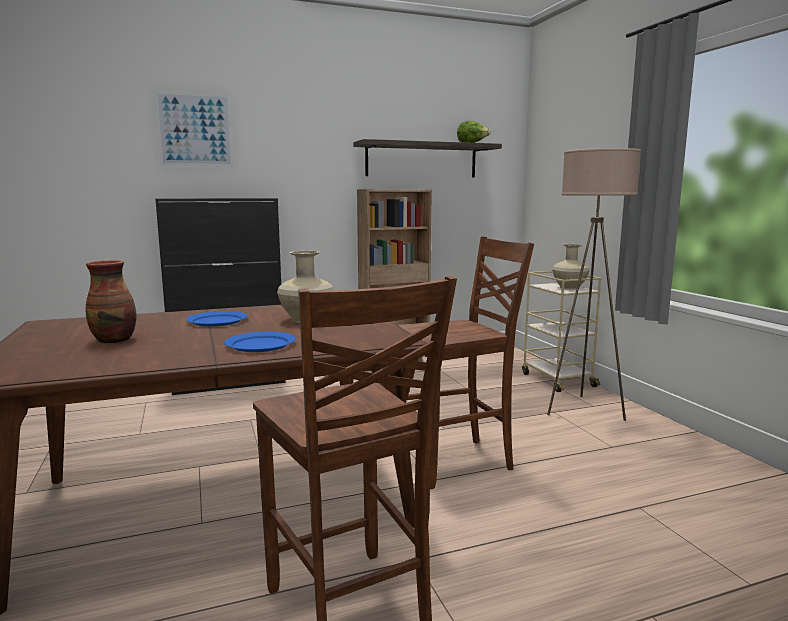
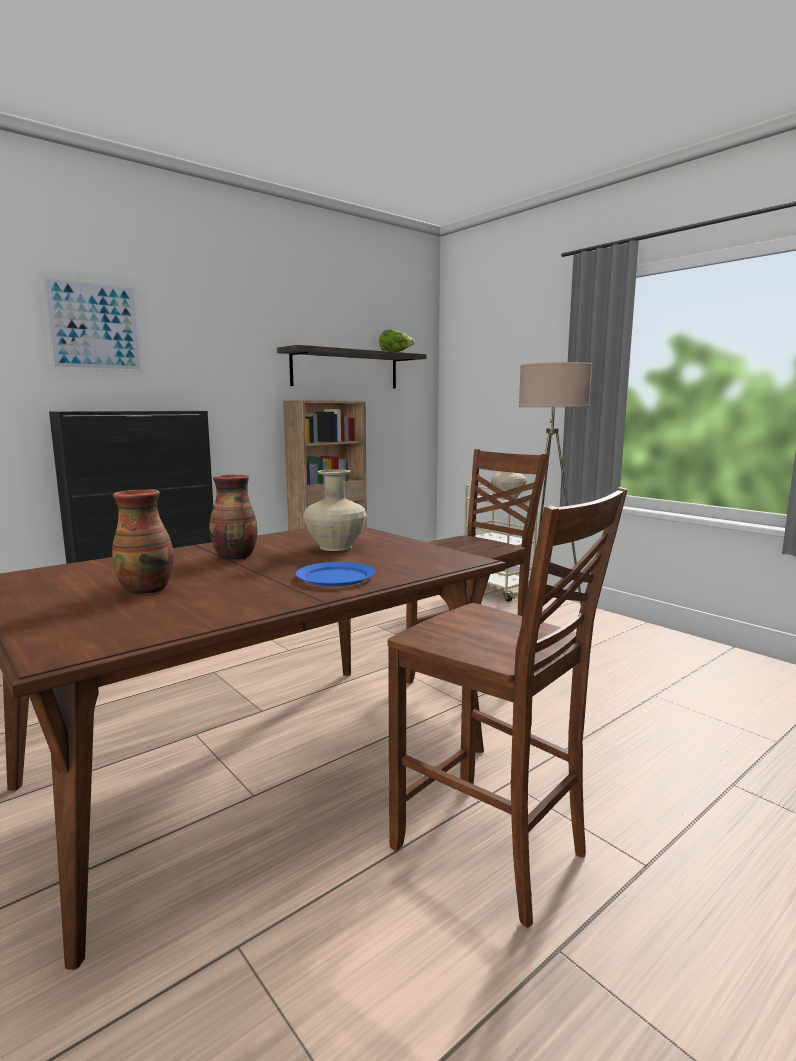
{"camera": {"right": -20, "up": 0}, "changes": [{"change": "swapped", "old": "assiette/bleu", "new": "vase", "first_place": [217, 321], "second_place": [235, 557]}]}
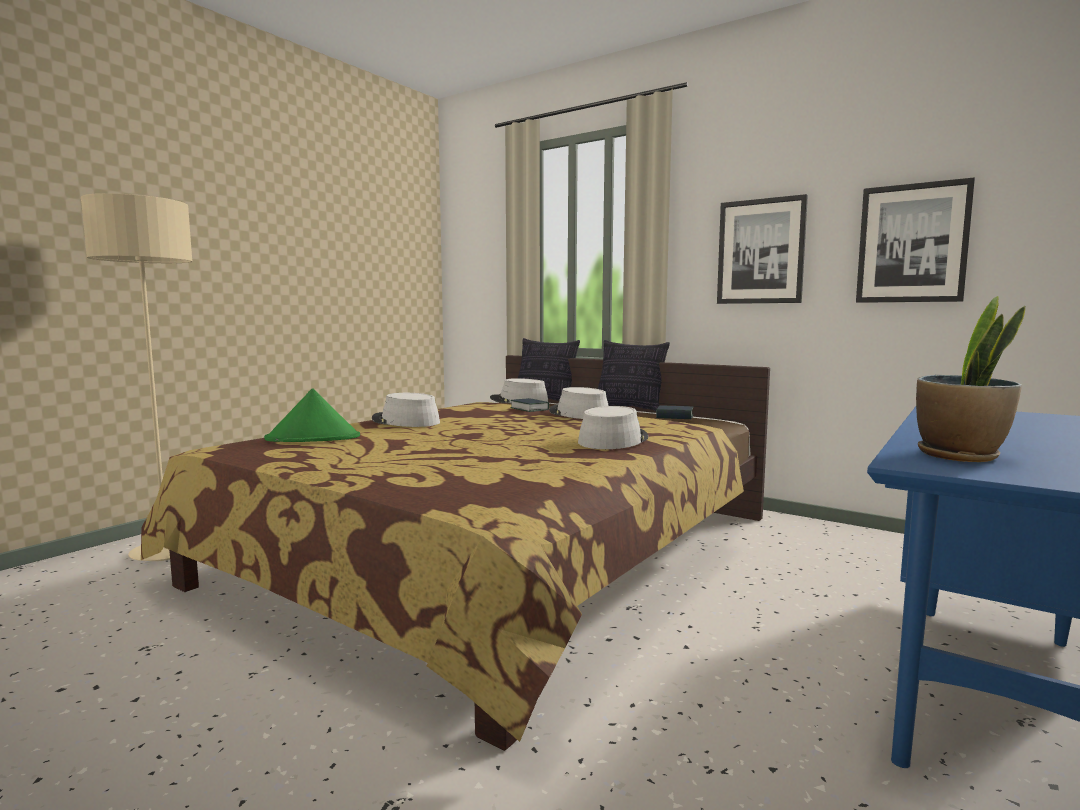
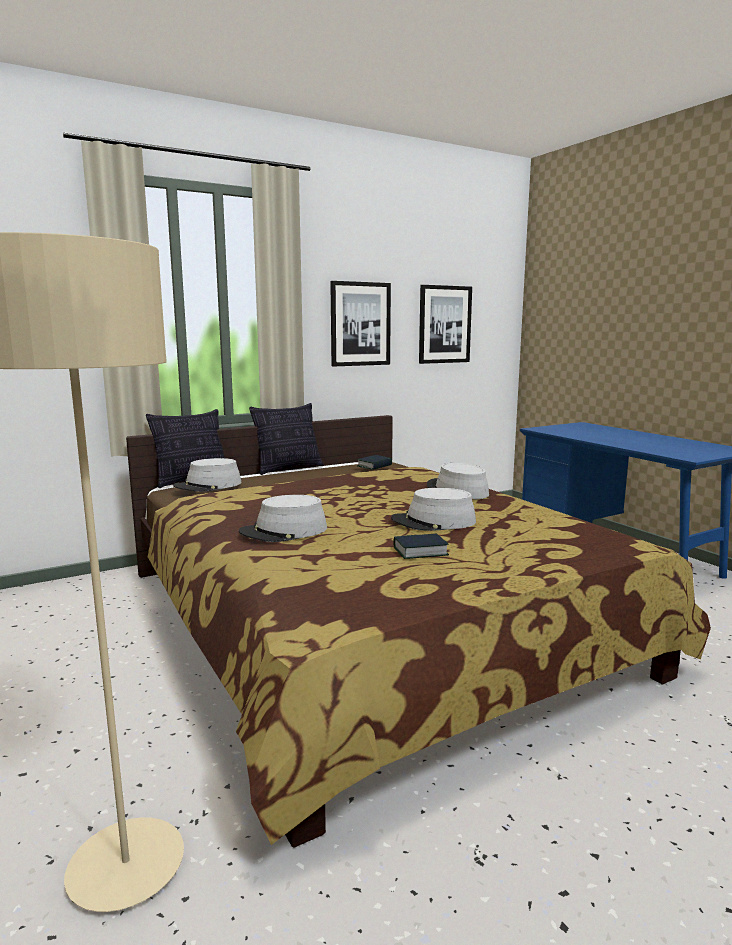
{"camera": {"right": -65, "up": 5}, "changes": [{"change": "shifted", "old": "chapeau/gris", "first_place": [578, 414], "second_place": [433, 522]}, {"change": "shifted", "old": "livre", "first_place": [529, 409], "second_place": [420, 551]}, {"change": "gone", "old": "chapeau/vert", "first_place": [313, 438]}, {"change": "gone", "old": "plante en pot", "first_place": [960, 455]}]}
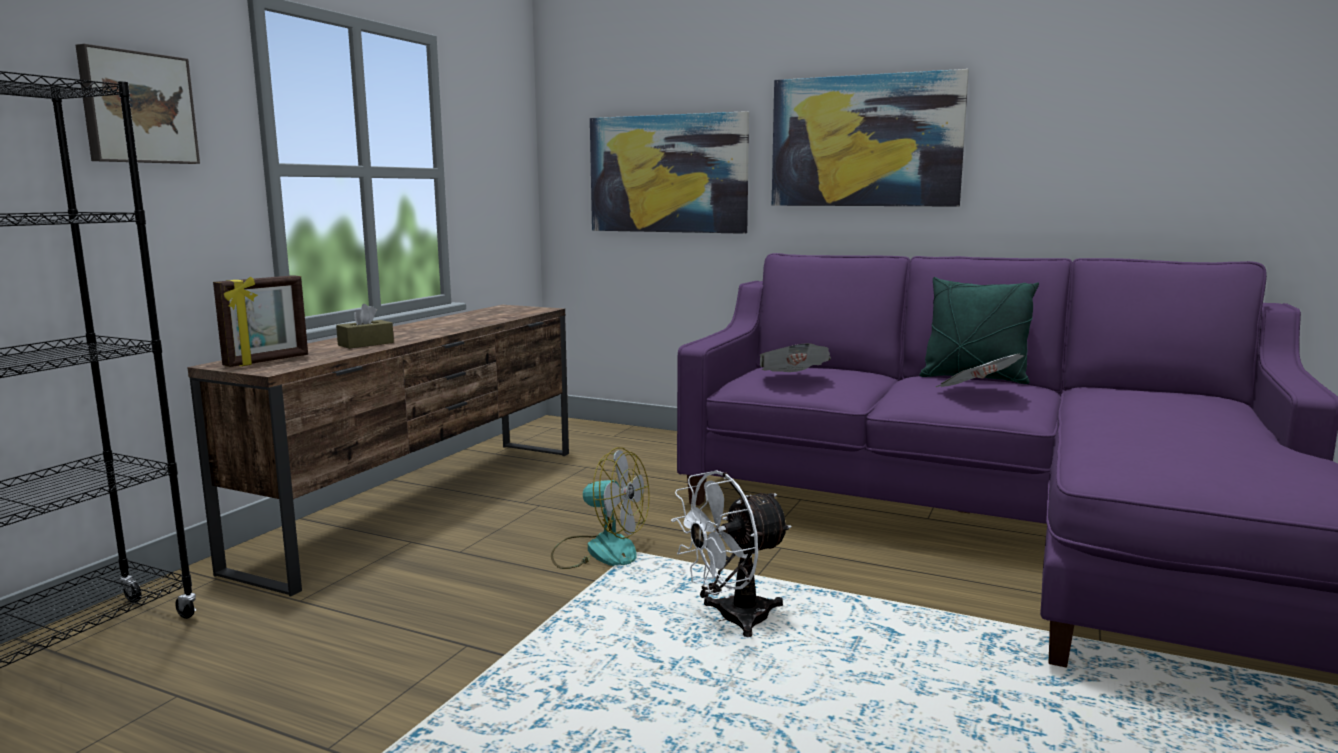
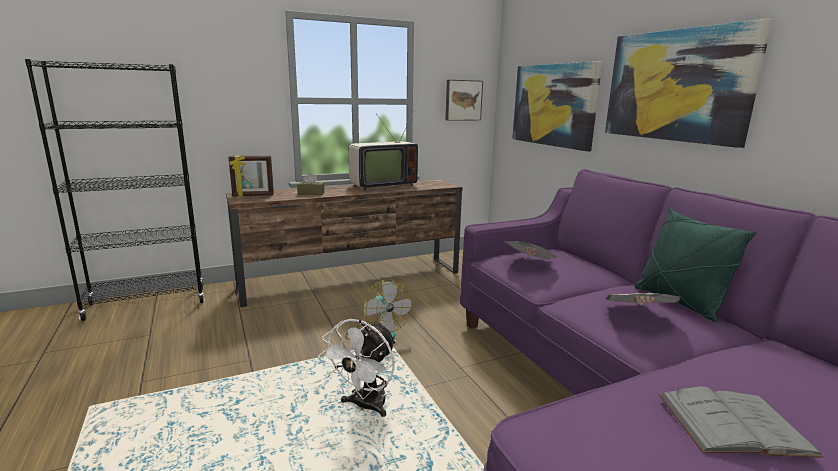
{"camera": {"right": 40, "up": 5}, "changes": [{"change": "rotated", "old": "ventilateur/blanc", "first_place": [731, 619], "second_place": [365, 406], "degrees": -75}, {"change": "new", "new": "téléviseur", "second_place": [381, 186]}, {"change": "shifted", "old": "tableau", "first_place": [137, 108], "second_place": [463, 100]}, {"change": "new", "new": "livre/gris", "second_place": [733, 423]}]}
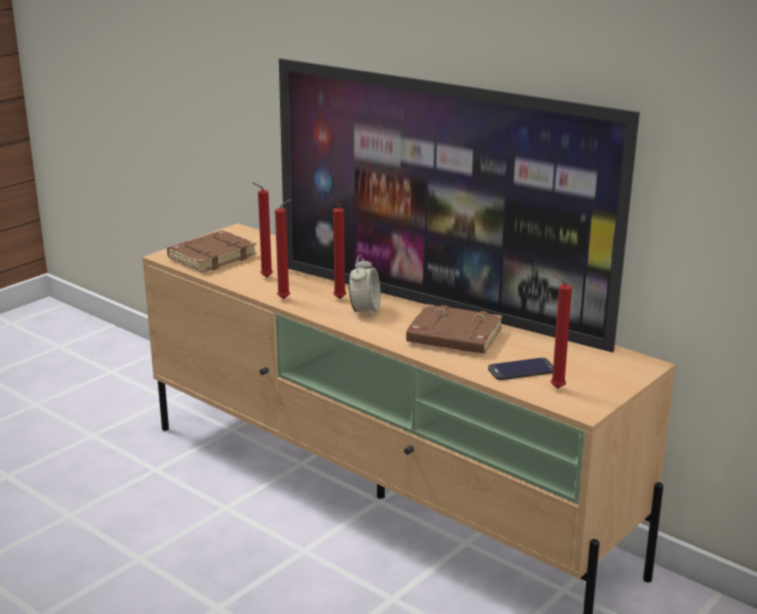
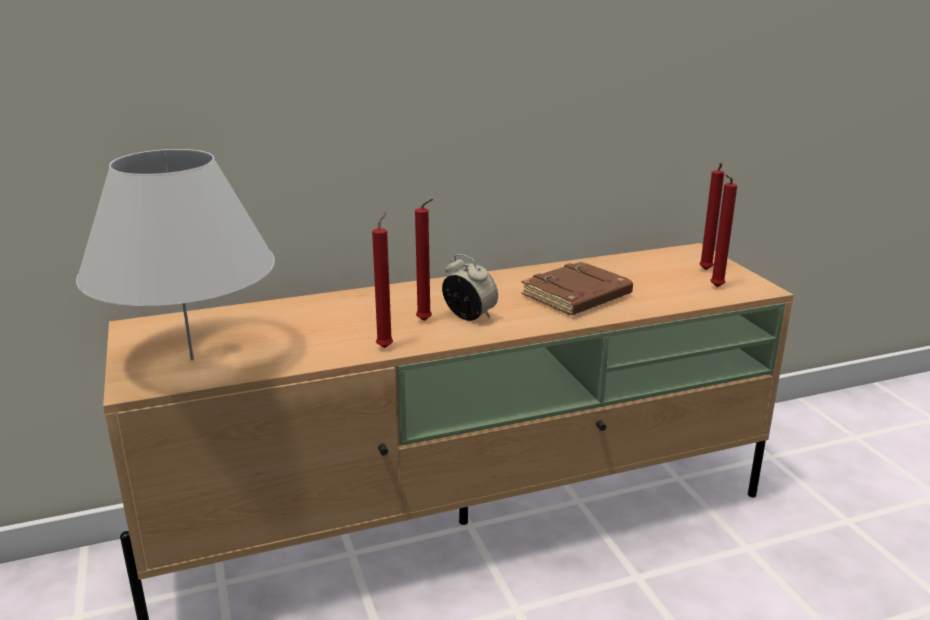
{"camera": {"right": -60, "up": 0}, "changes": [{"change": "swapped", "old": "livre/marron", "new": "lampe de table/blanc", "first_place": [212, 257], "second_place": [192, 359]}, {"change": "shifted", "old": "bougie/rouge", "first_place": [264, 277], "second_place": [705, 271]}, {"change": "gone", "old": "téléviseur", "first_place": [440, 305]}, {"change": "gone", "old": "téléphone", "first_place": [521, 370]}]}
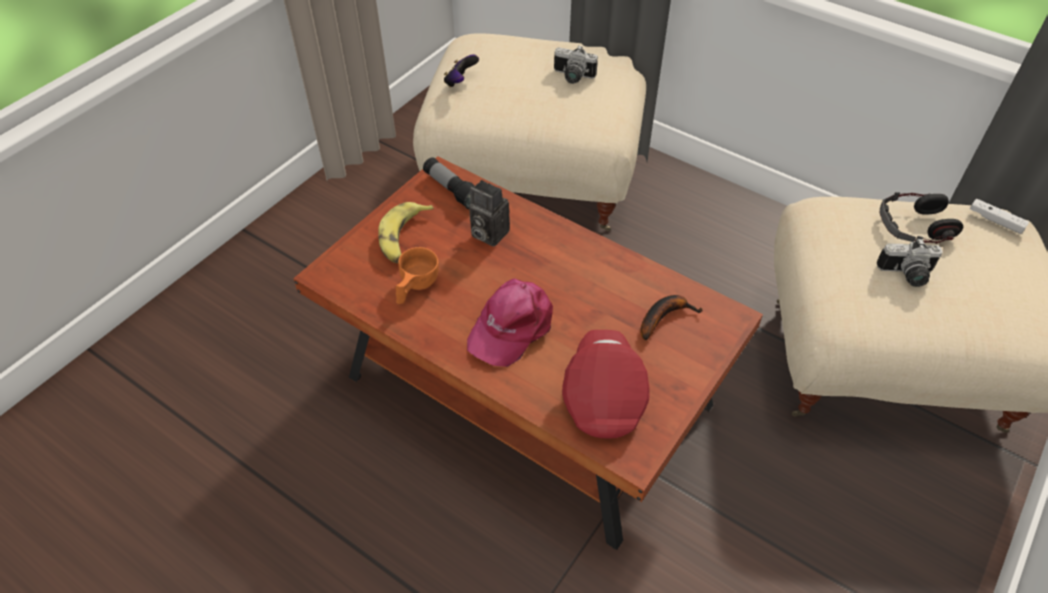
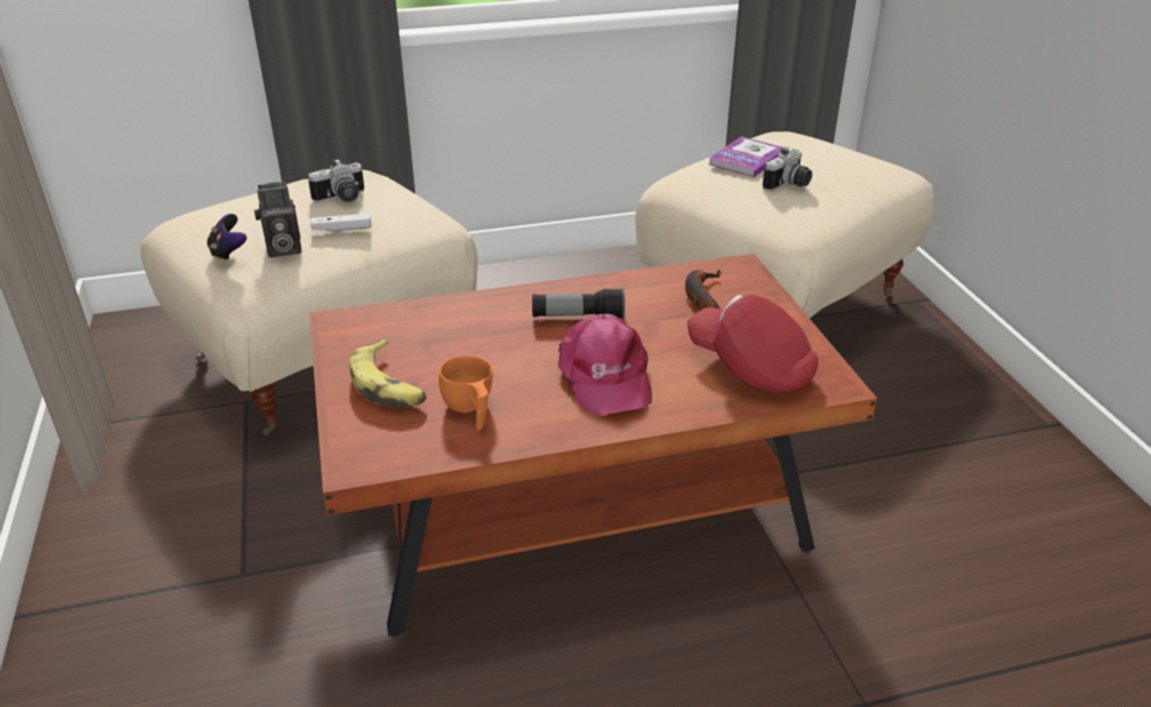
{"camera": {"right": -50, "up": -15}, "changes": [{"change": "shifted", "old": "appareil photo", "first_place": [487, 233], "second_place": [282, 250]}, {"change": "shifted", "old": "manette/blanc", "first_place": [995, 221], "second_place": [342, 229]}, {"change": "shifted", "old": "lampe de poche", "first_place": [452, 190], "second_place": [578, 317]}, {"change": "swapped", "old": "casque audio", "new": "livre", "first_place": [914, 226], "second_place": [747, 159]}]}
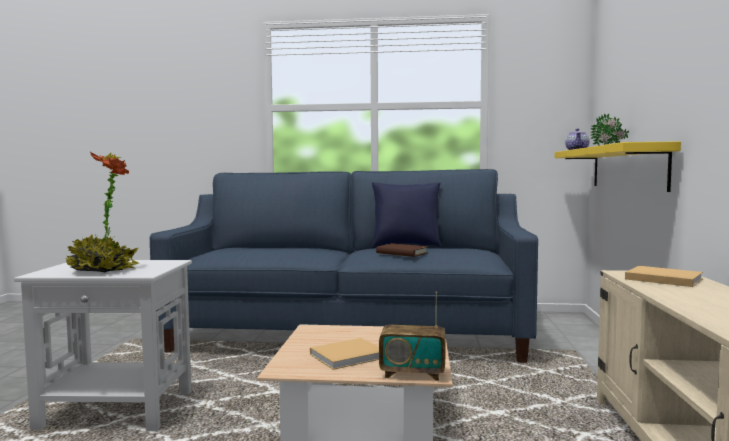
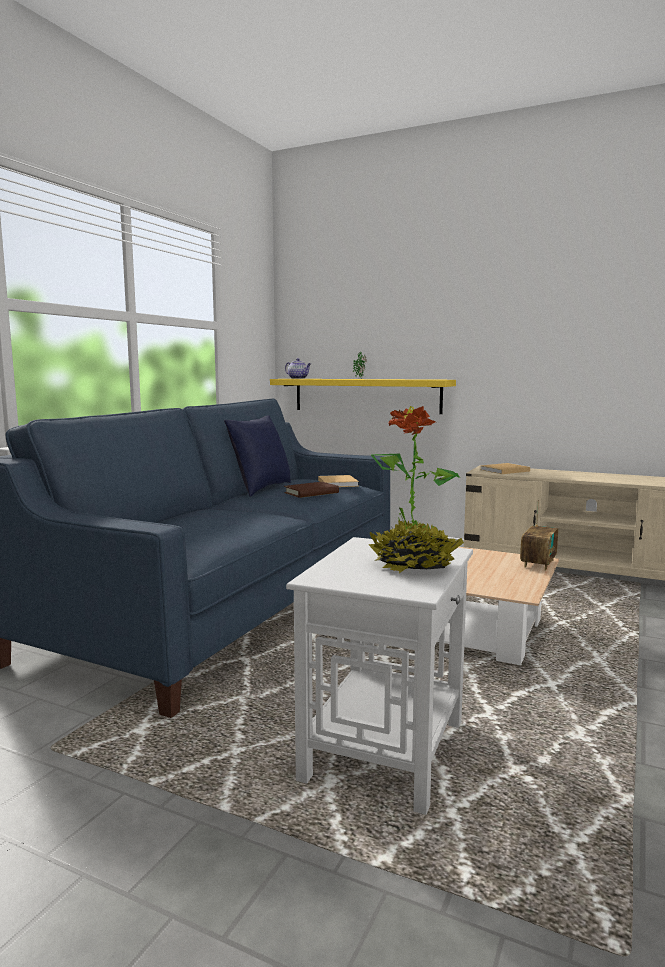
{"camera": {"right": -70, "up": 5}, "changes": [{"change": "shifted", "old": "livre/beige", "first_place": [350, 356], "second_place": [337, 483]}]}
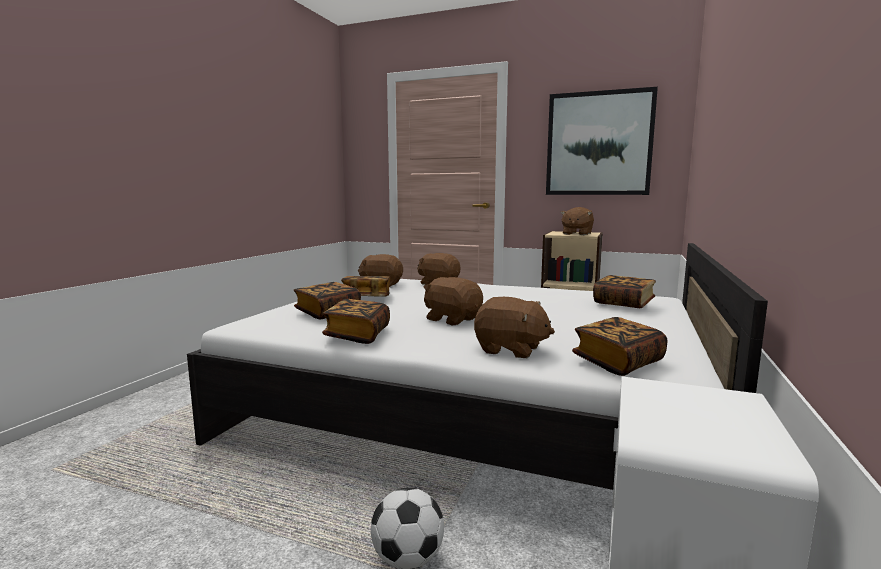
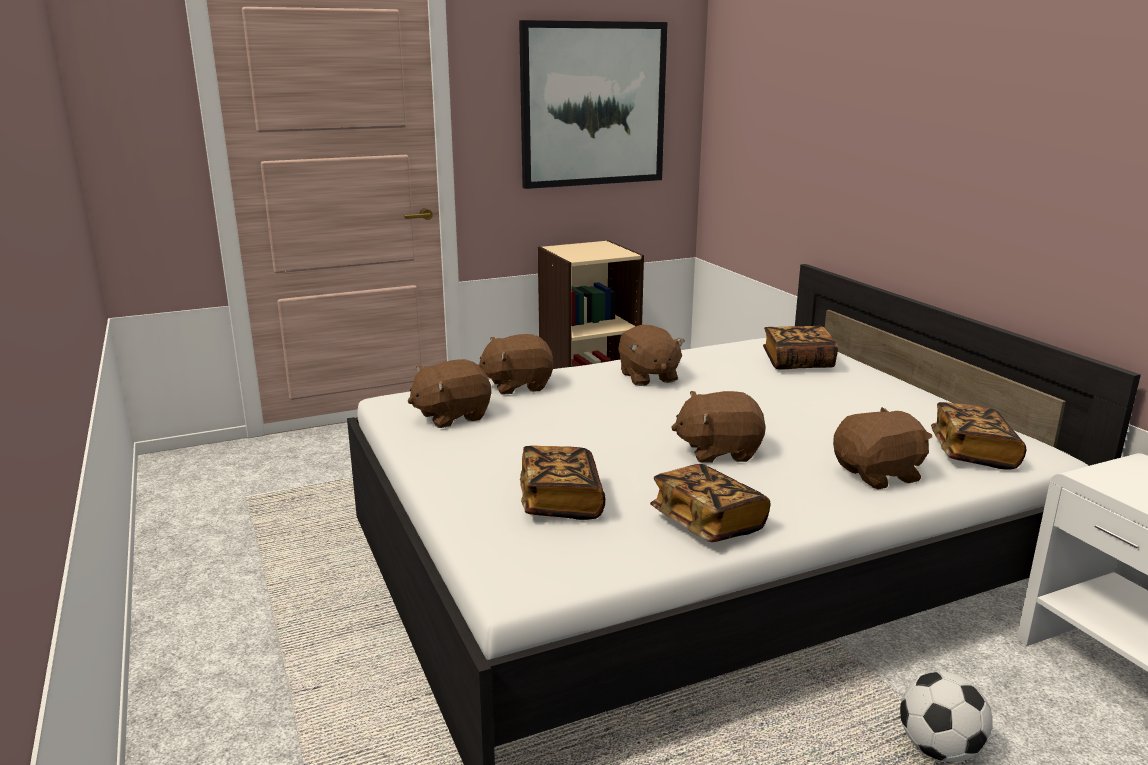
{"camera": {"right": -45, "up": 10}, "changes": [{"change": "shifted", "old": "peluche/marron", "first_place": [576, 234], "second_place": [648, 377]}, {"change": "gone", "old": "livre", "first_place": [366, 298]}]}
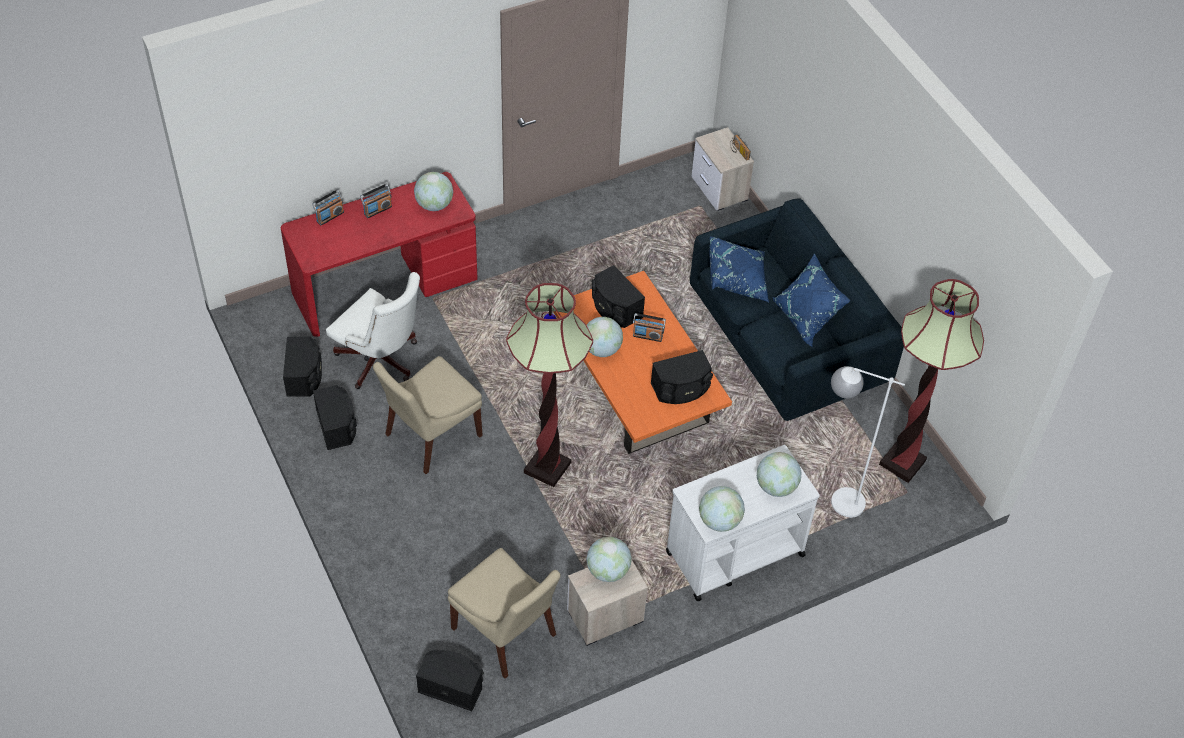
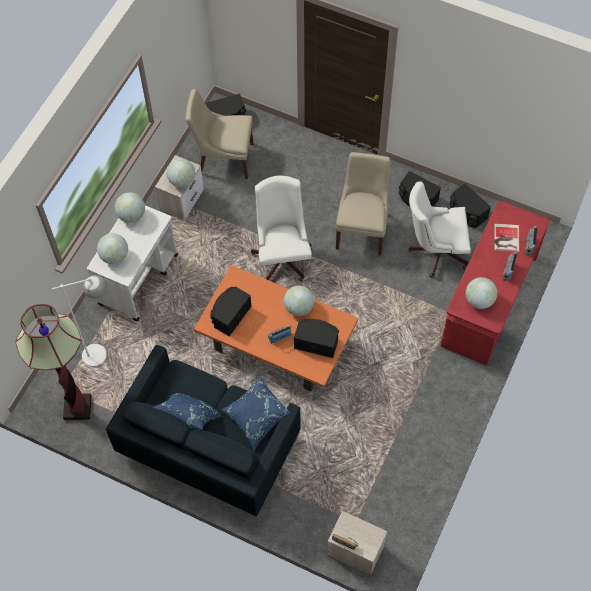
{"camera": {"right": 145, "up": 10}, "changes": [{"change": "swapped", "old": "lampadaire", "new": "chaise de bureau/blanc", "first_place": [547, 468], "second_place": [282, 256]}, {"change": "new", "new": "livre", "second_place": [505, 238]}]}
